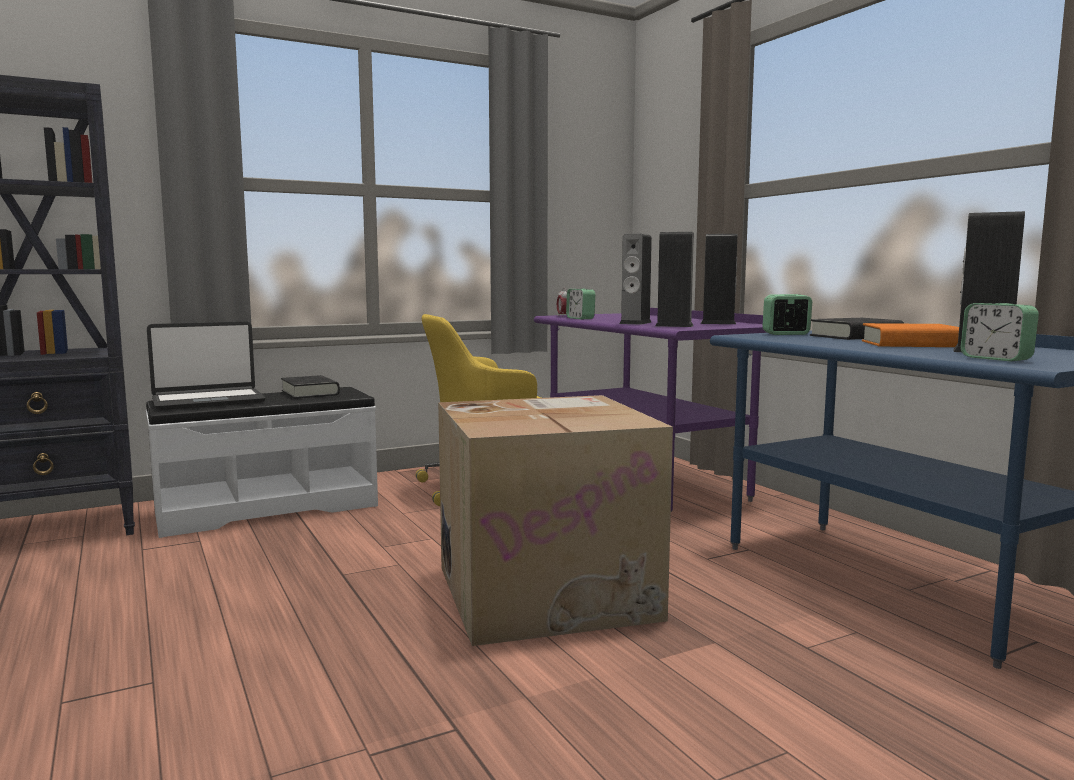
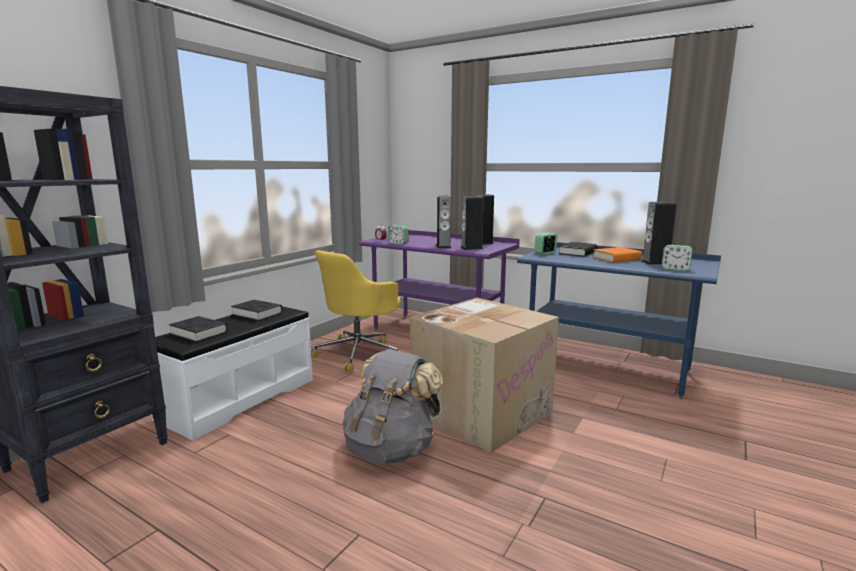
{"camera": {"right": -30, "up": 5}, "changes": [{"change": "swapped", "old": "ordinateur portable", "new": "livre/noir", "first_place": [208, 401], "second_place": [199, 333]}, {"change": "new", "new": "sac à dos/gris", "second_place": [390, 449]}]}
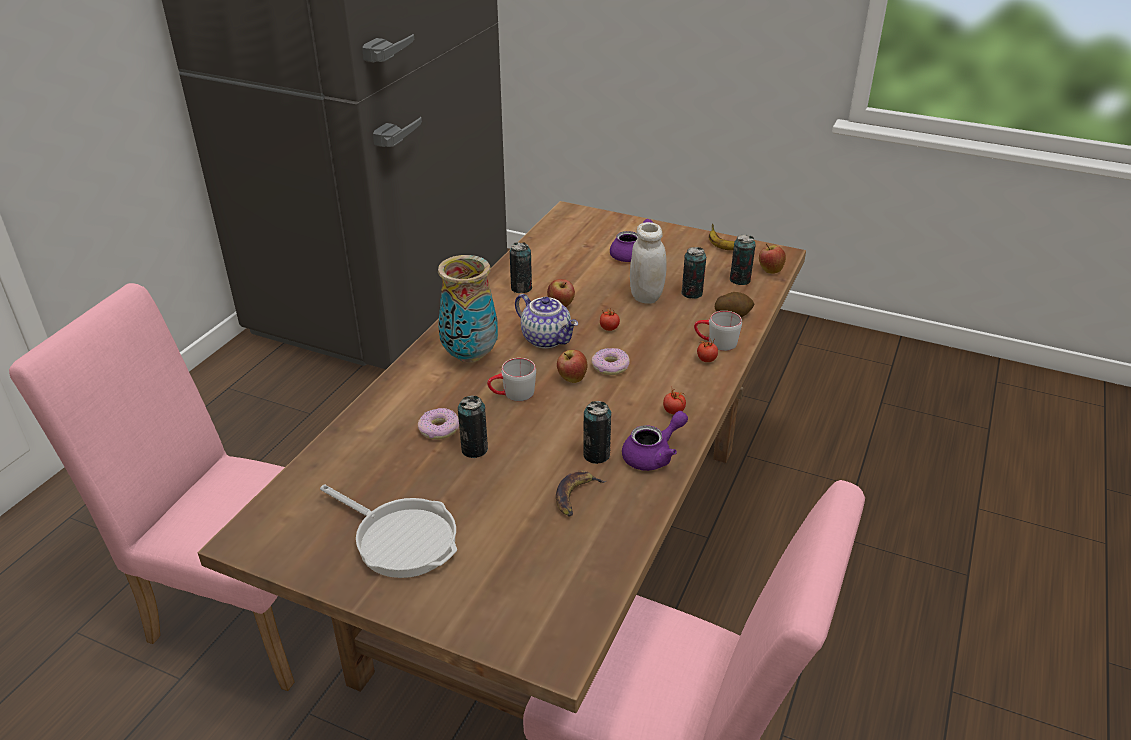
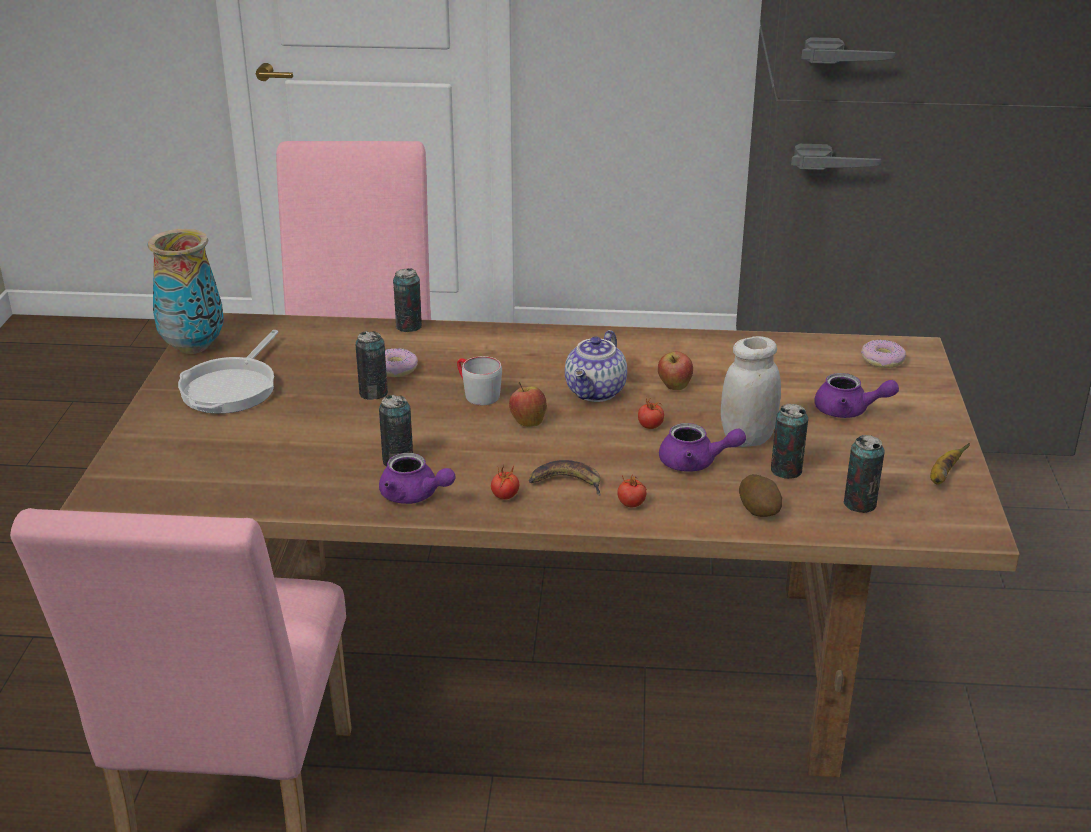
{"camera": {"right": 70, "up": -5}, "changes": [{"change": "shifted", "old": "vase", "first_place": [469, 355], "second_place": [193, 347]}, {"change": "shifted", "old": "boîte métallique", "first_place": [521, 288], "second_place": [408, 326]}, {"change": "shifted", "old": "banane", "first_place": [576, 496], "second_place": [565, 482]}, {"change": "new", "new": "théière/violet", "second_place": [695, 463]}, {"change": "shifted", "old": "beignet", "first_place": [610, 367], "second_place": [882, 360]}, {"change": "gone", "old": "mug/gris", "first_place": [715, 343]}, {"change": "gone", "old": "pomme", "first_place": [770, 270]}]}
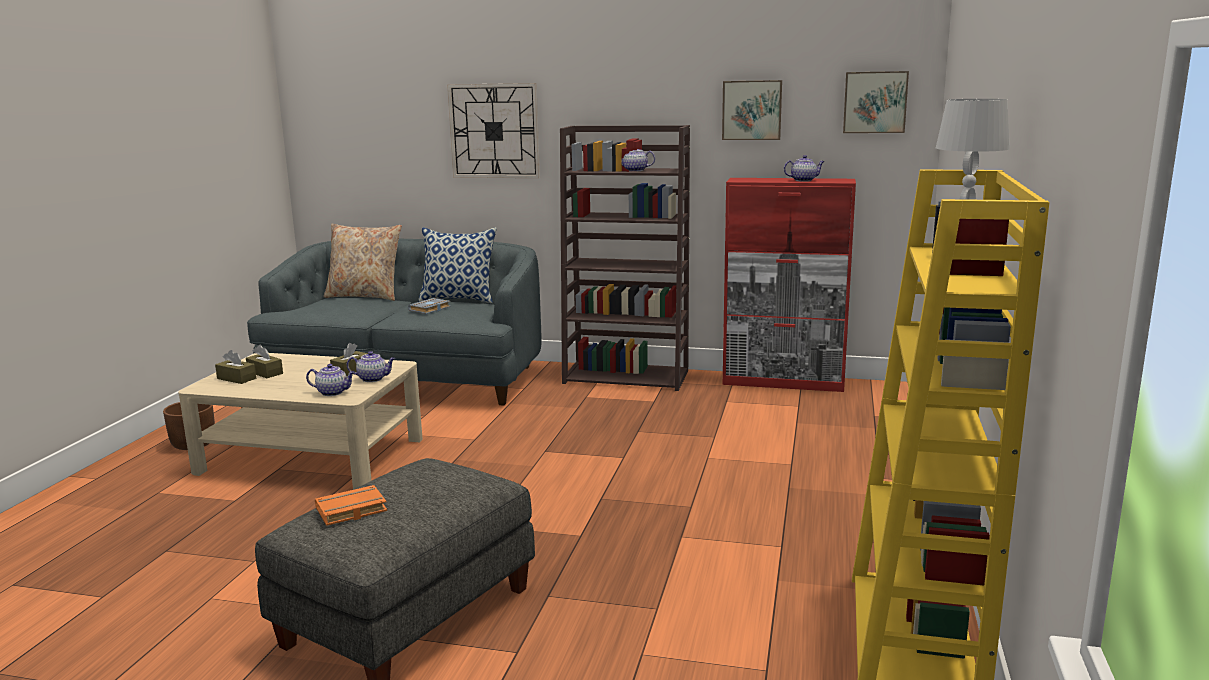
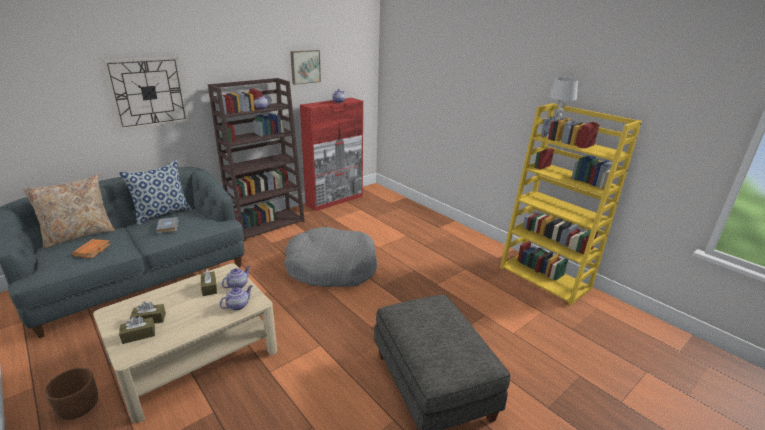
{"camera": {"right": -55, "up": 10}, "changes": [{"change": "shifted", "old": "livre/orange", "first_place": [350, 511], "second_place": [93, 251]}, {"change": "new", "new": "panier pour chien/gris", "second_place": [331, 267]}, {"change": "gone", "old": "tableau", "first_place": [875, 102]}]}
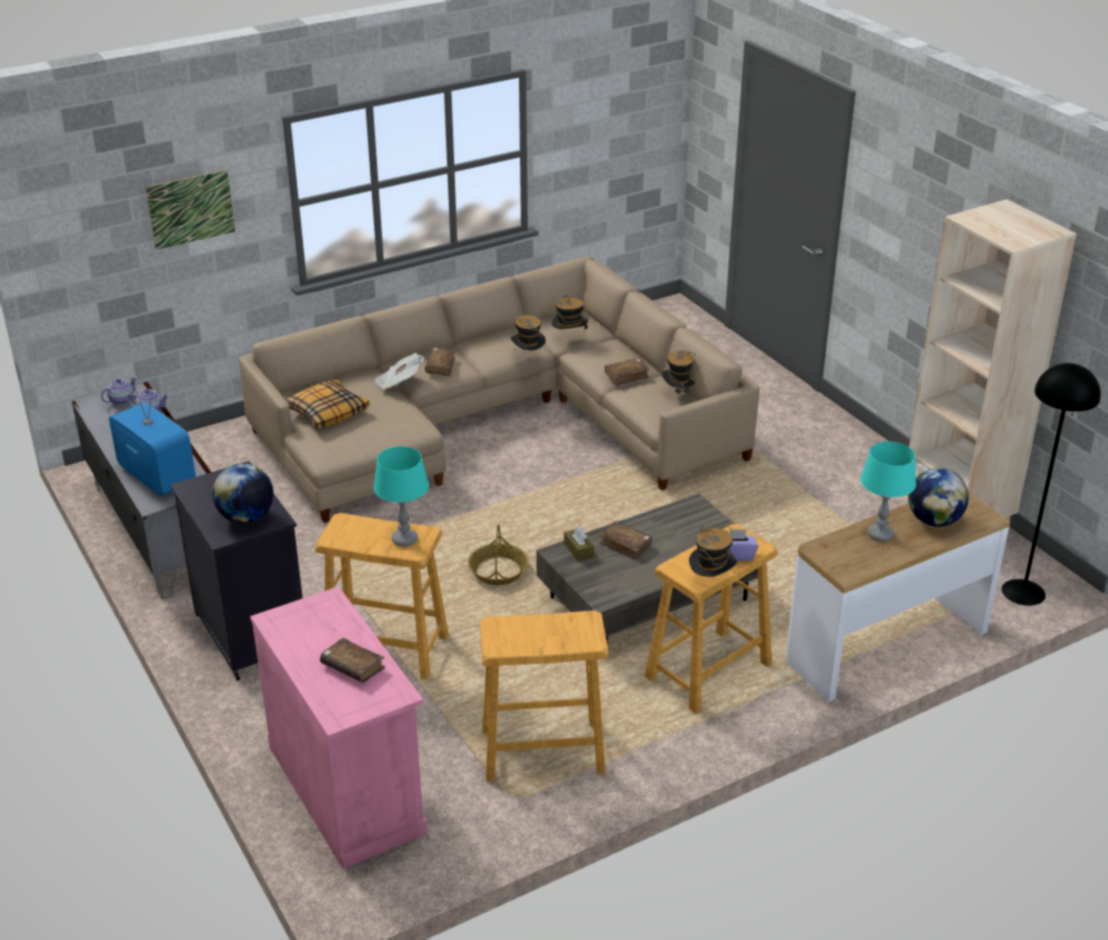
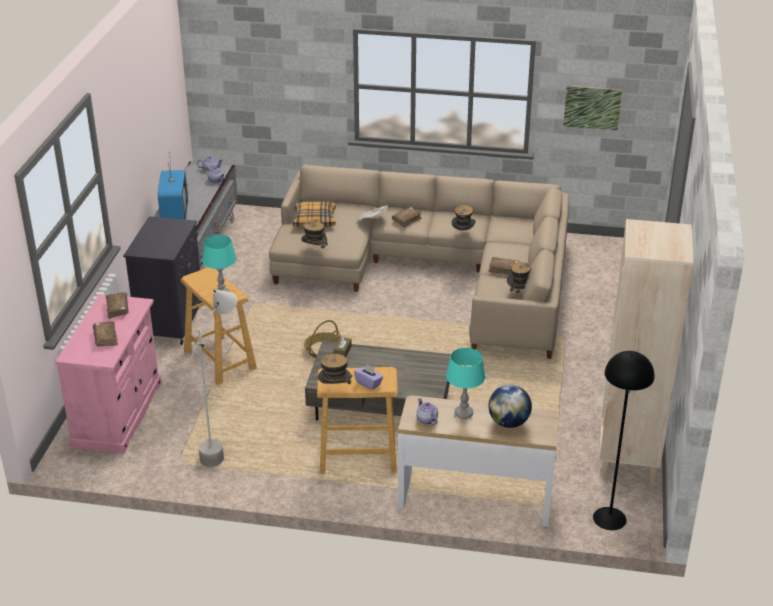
{"camera": {"right": 40, "up": 0}, "changes": [{"change": "shifted", "old": "livre/marron", "first_place": [626, 544], "second_place": [117, 309]}, {"change": "swapped", "old": "tabouret/beige", "new": "lampadaire/gris", "first_place": [542, 750], "second_place": [223, 447]}, {"change": "shifted", "old": "chapeau", "first_place": [569, 338], "second_place": [314, 251]}, {"change": "new", "new": "théière", "second_place": [426, 420]}, {"change": "shifted", "old": "tableau", "first_place": [191, 209], "second_place": [592, 108]}, {"change": "gone", "old": "globe", "first_place": [246, 517]}]}
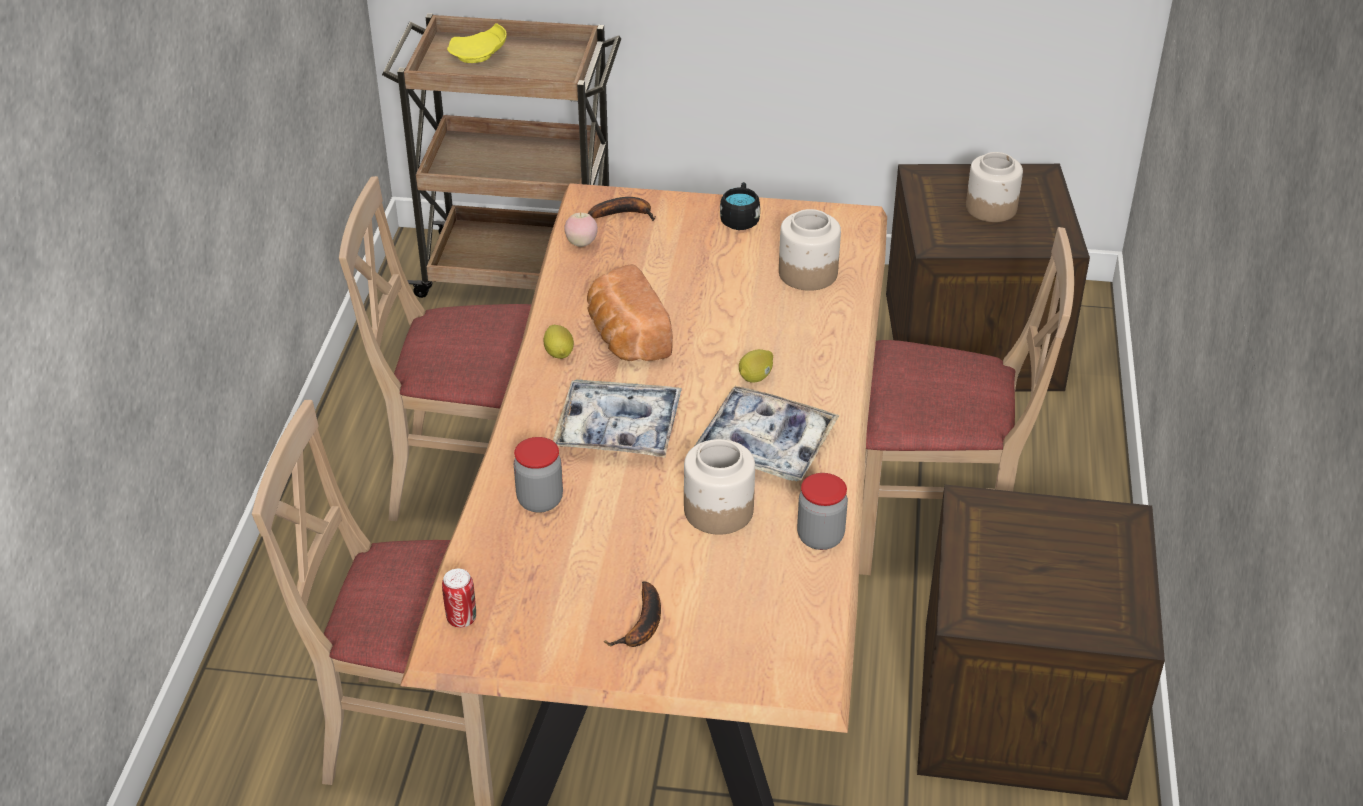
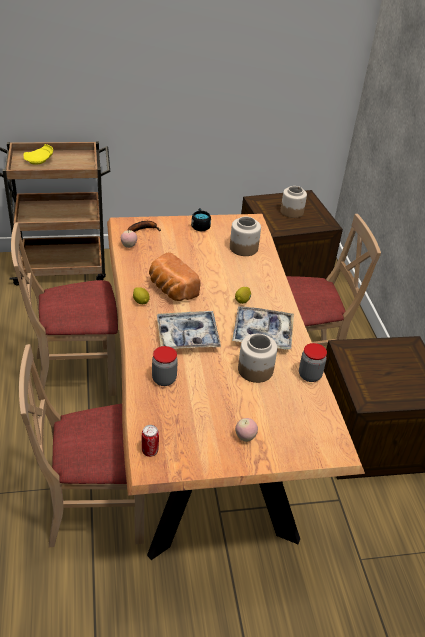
{"camera": {"right": -20, "up": 0}, "changes": [{"change": "swapped", "old": "banane", "new": "pomme", "first_place": [642, 626], "second_place": [245, 437]}]}
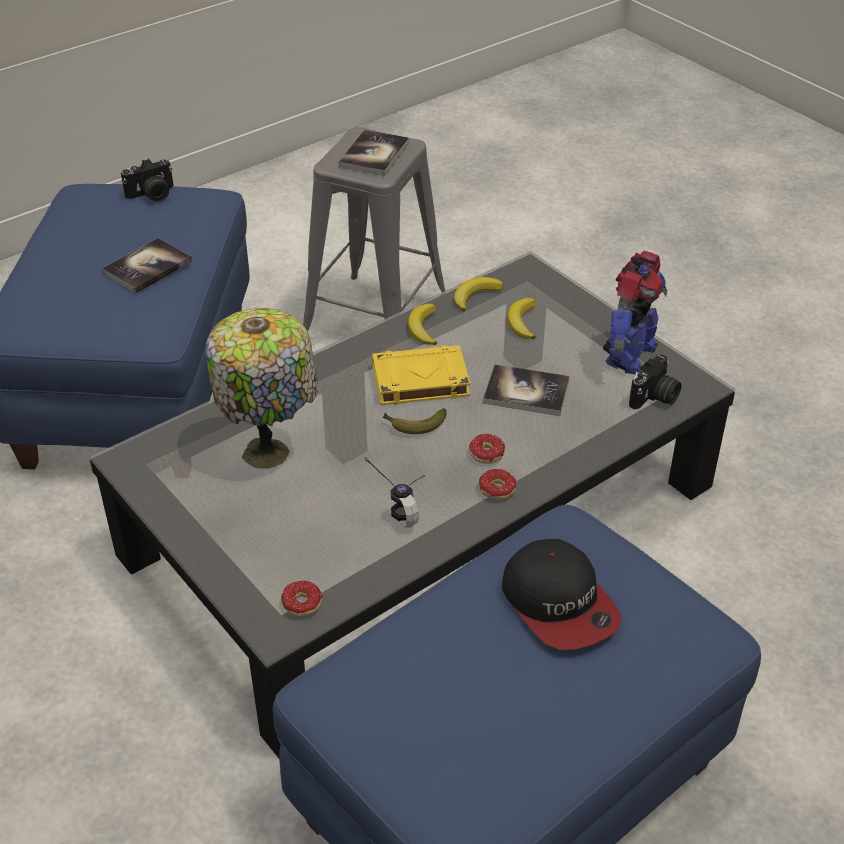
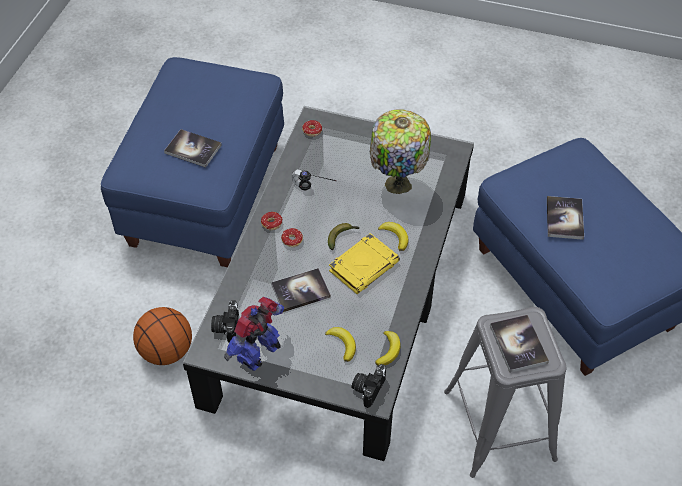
{"camera": {"right": 145, "up": 10}, "changes": [{"change": "new", "new": "ballon de basket", "second_place": [166, 351]}, {"change": "swapped", "old": "casquette", "new": "livre", "first_place": [559, 604], "second_place": [193, 149]}, {"change": "rotated", "old": "robot jouet", "first_place": [629, 355], "second_place": [260, 353], "degrees": 45}, {"change": "shifted", "old": "appareil photo", "first_place": [152, 195], "second_place": [368, 388]}, {"change": "shifted", "old": "banane", "first_place": [423, 328], "second_place": [395, 236]}]}
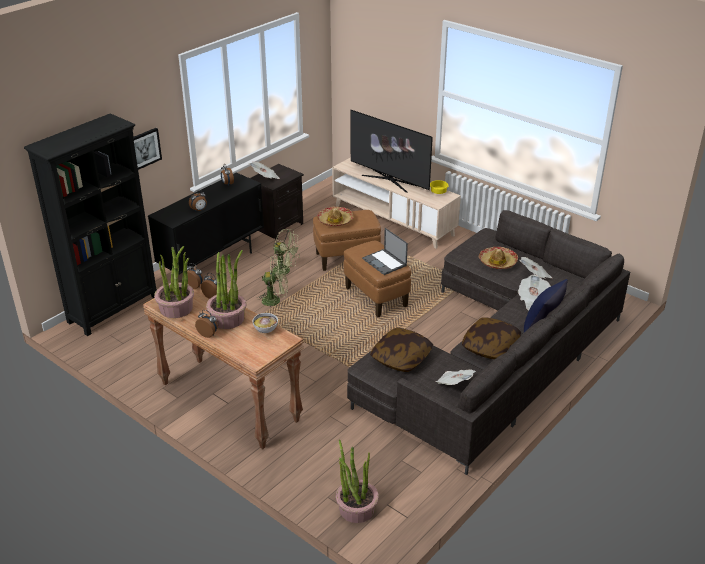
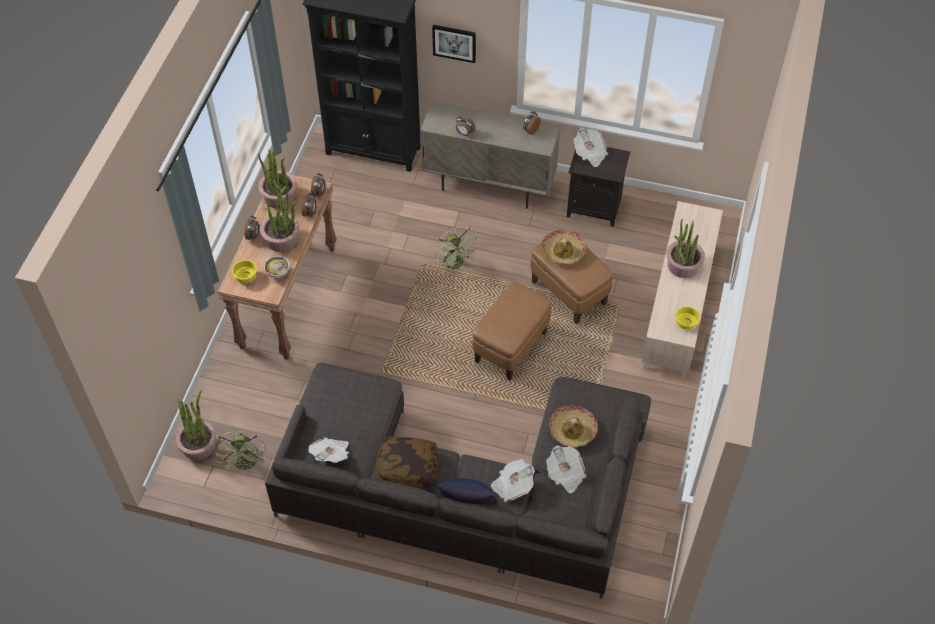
{"camera": {"right": 65, "up": 20}, "changes": [{"change": "shifted", "old": "ventilateur/vert", "first_place": [285, 271], "second_place": [246, 464]}, {"change": "new", "new": "bol/jaune", "second_place": [246, 277]}, {"change": "repainted", "old": "meuble de rangement/noir", "new": "meuble de rangement/beige", "first_place": [213, 263], "second_place": [489, 186]}, {"change": "swapped", "old": "téléviseur", "new": "plante en pot", "first_place": [389, 180], "second_place": [683, 265]}, {"change": "gone", "old": "ordinateur portable", "first_place": [385, 262]}, {"change": "gone", "old": "coussin", "first_place": [401, 358]}]}
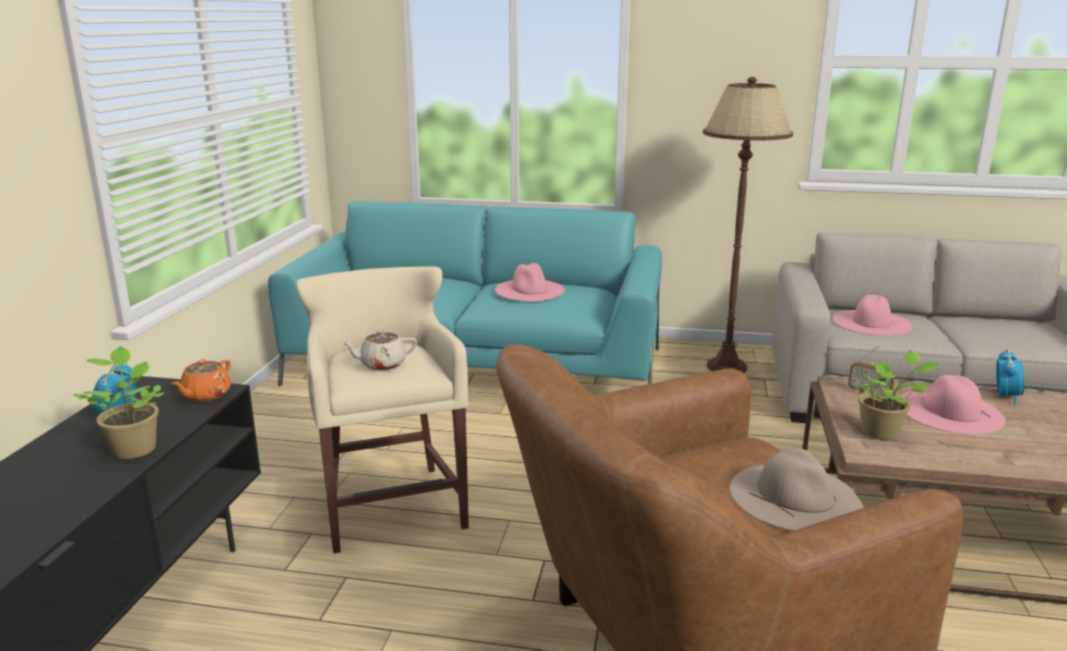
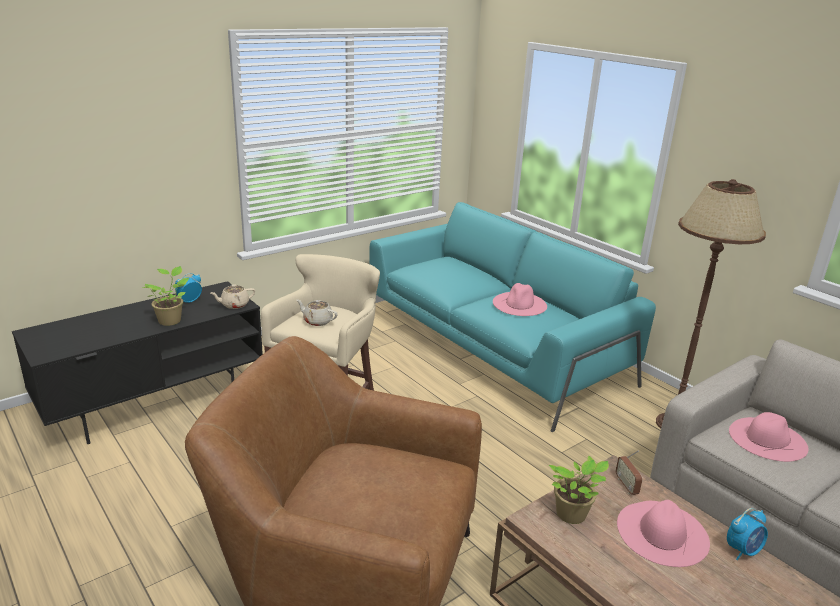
{"camera": {"right": 40, "up": 5}, "changes": [{"change": "repainted", "old": "théière/orange", "new": "théière/beige", "first_place": [205, 395], "second_place": [234, 305]}, {"change": "gone", "old": "chapeau/beige", "first_place": [795, 497]}]}
